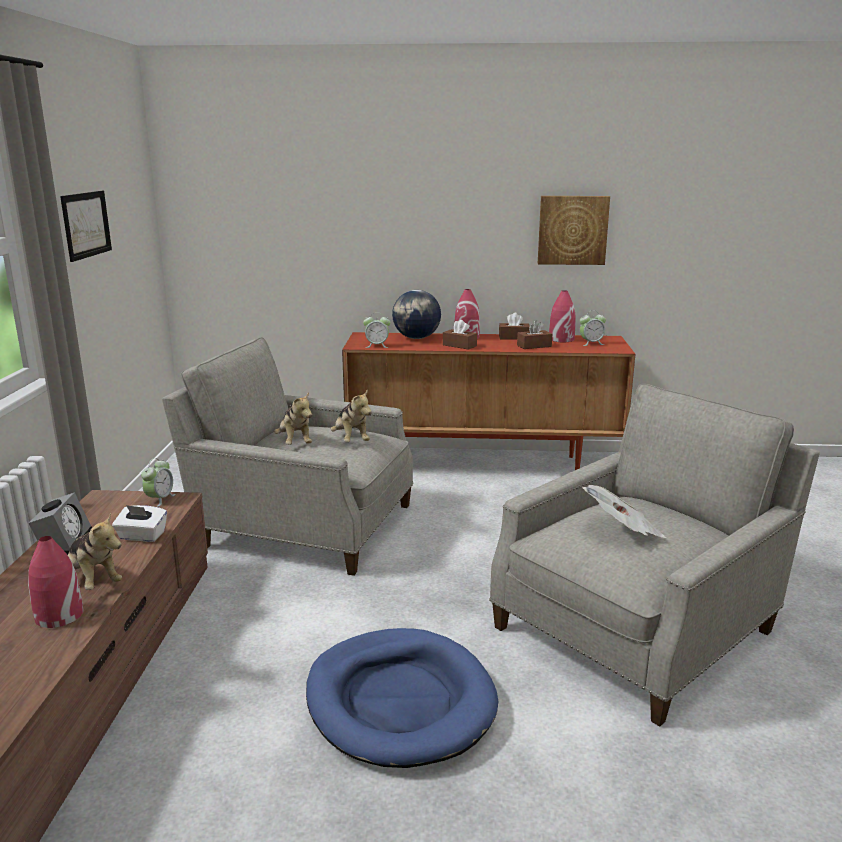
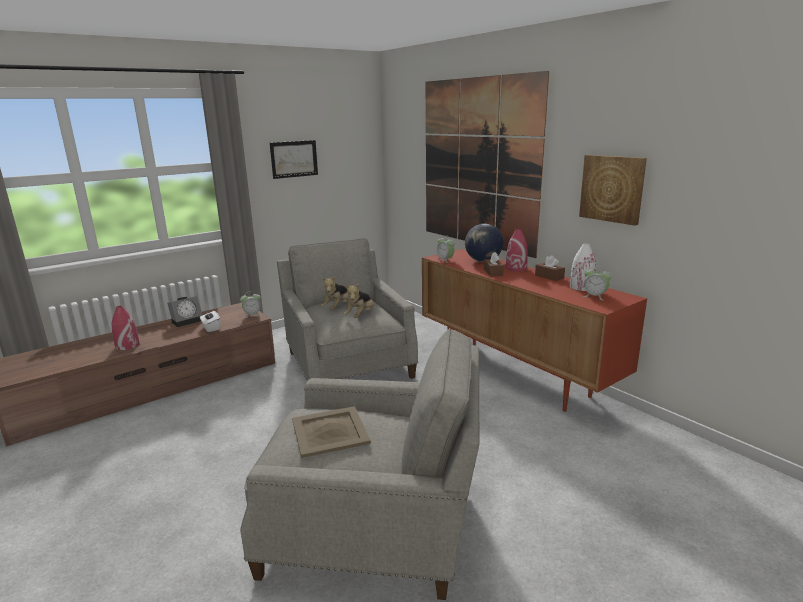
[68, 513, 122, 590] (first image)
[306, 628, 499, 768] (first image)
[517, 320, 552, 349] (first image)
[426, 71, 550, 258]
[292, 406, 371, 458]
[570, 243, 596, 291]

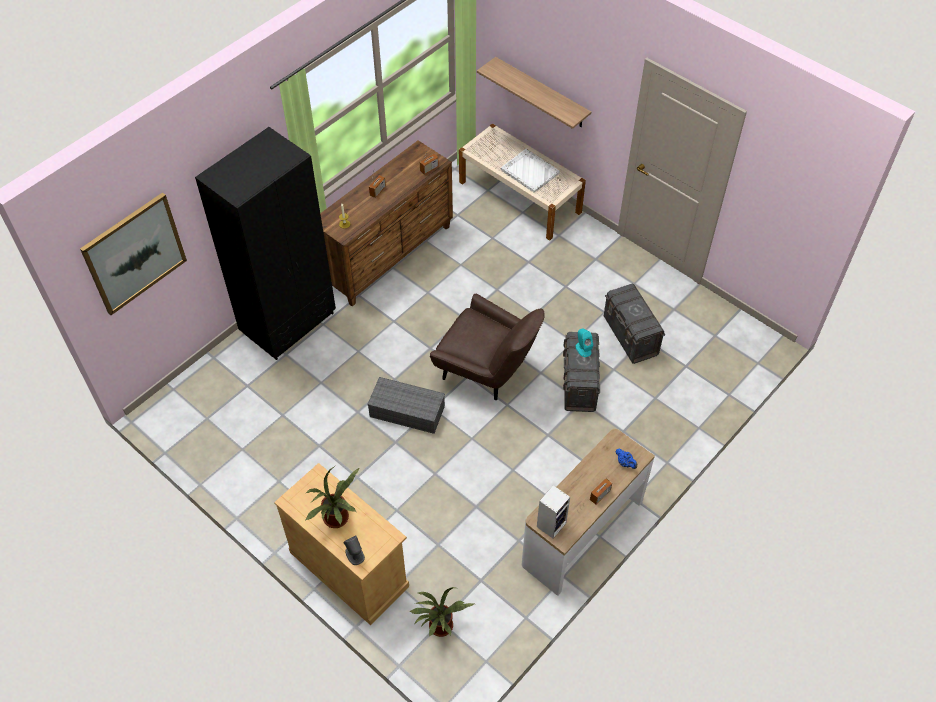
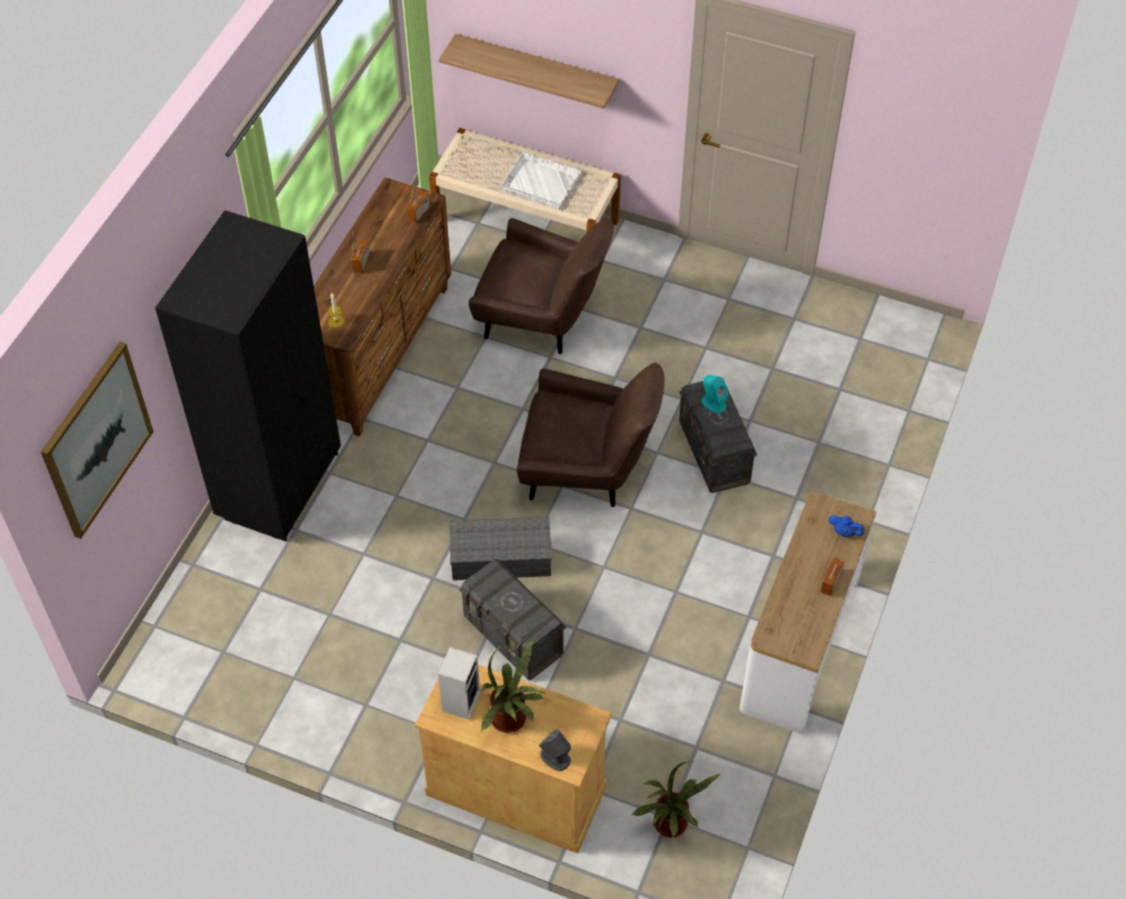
[469, 218, 614, 354]
[438, 647, 480, 720]
[459, 559, 566, 680]

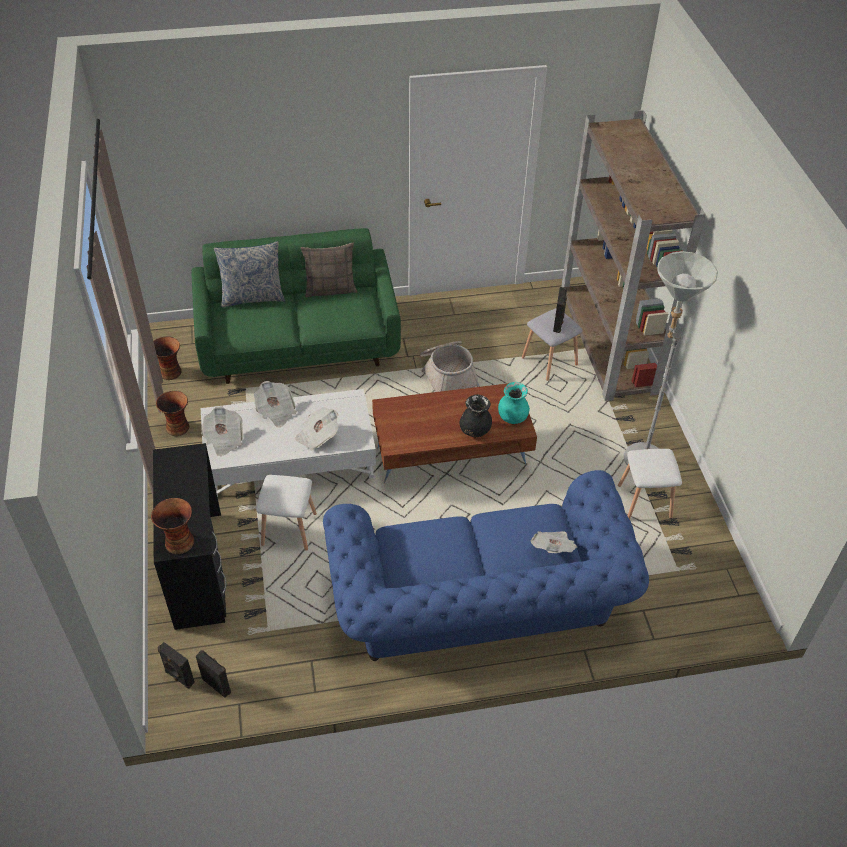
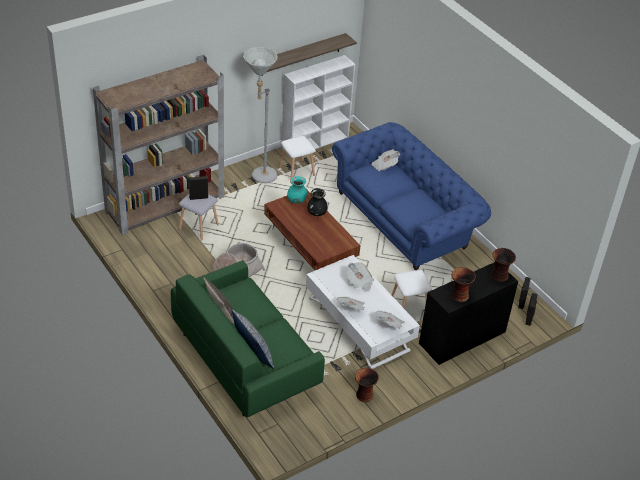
[262, 33, 357, 76]
[281, 55, 356, 158]
[451, 267, 476, 302]

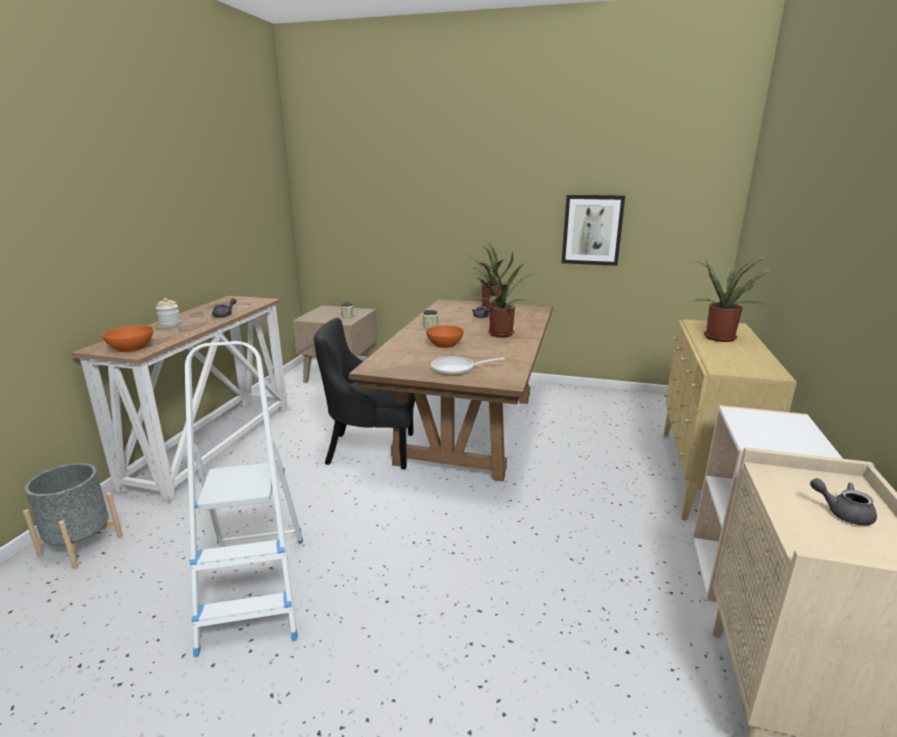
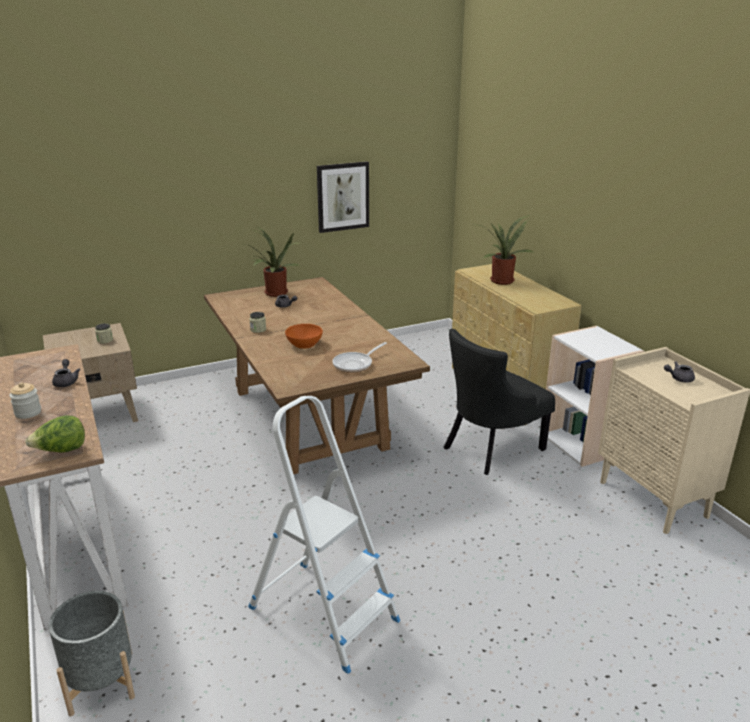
[473, 260, 538, 337] (first image)
[444, 329, 555, 475]
[25, 415, 85, 453]

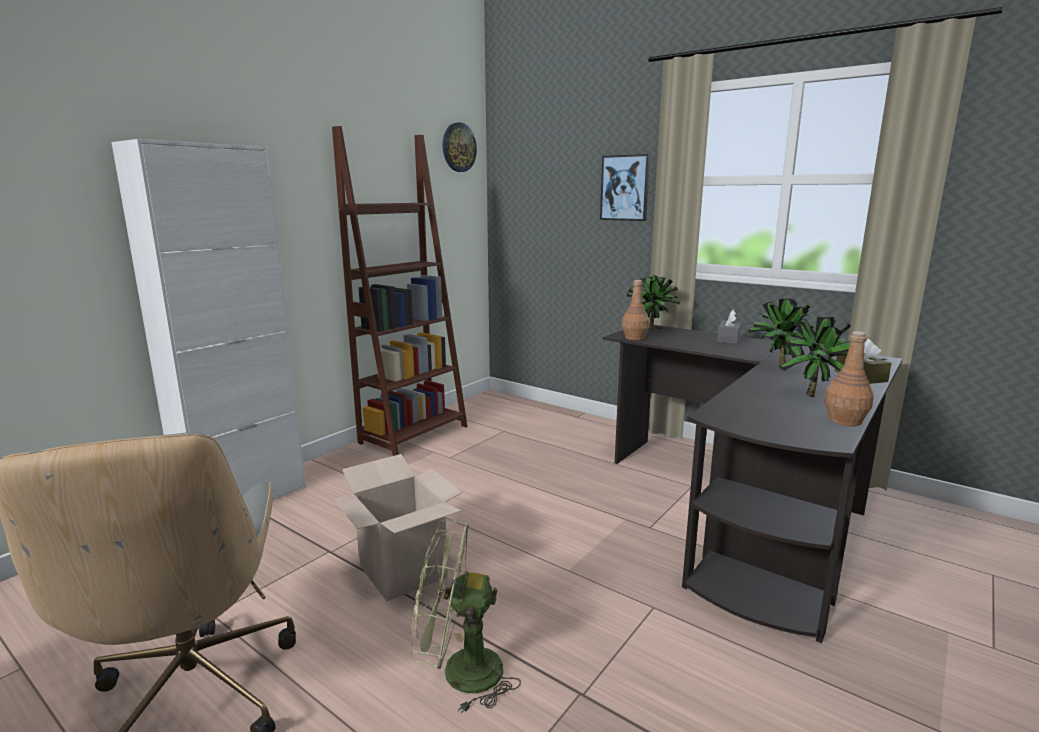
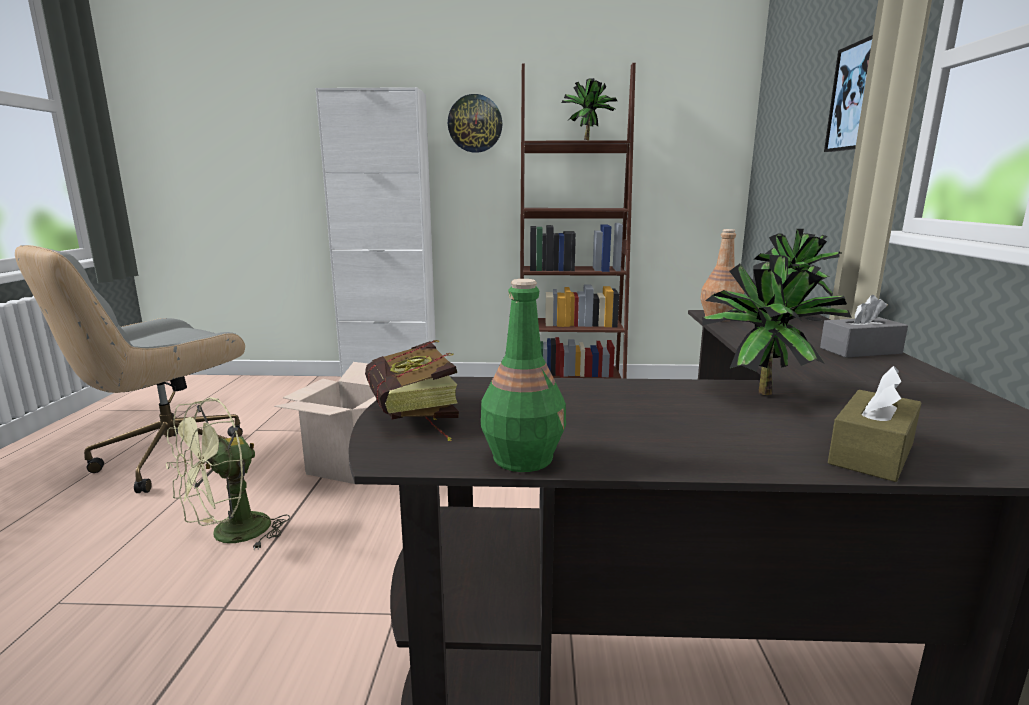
[365, 340, 459, 442]
[448, 94, 502, 153]
[562, 78, 617, 140]
[481, 279, 566, 472]
[166, 397, 290, 550]

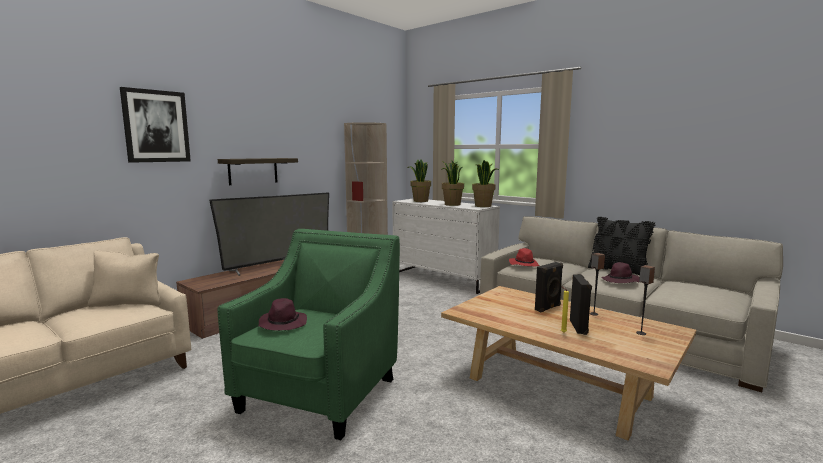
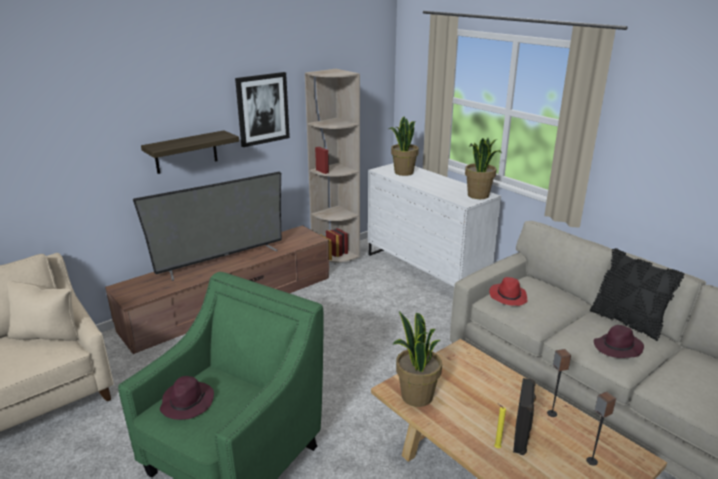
[535, 262, 563, 312] (first image)
[235, 72, 290, 147]
[392, 311, 442, 407]

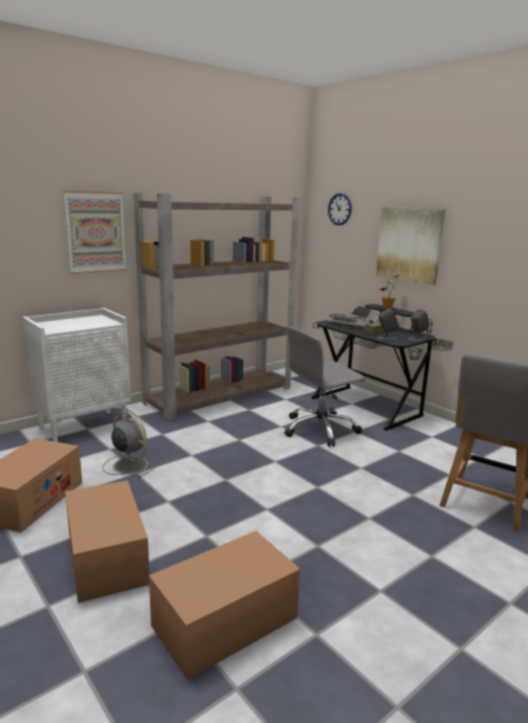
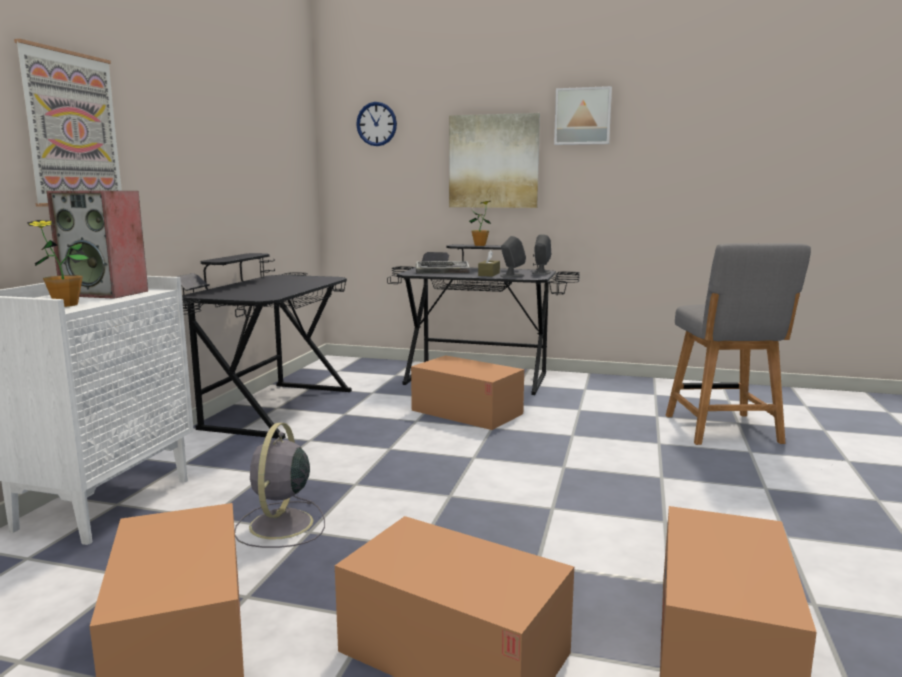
[27, 220, 89, 307]
[47, 191, 148, 299]
[554, 86, 612, 145]
[175, 253, 352, 439]
[411, 355, 524, 430]
[235, 423, 325, 548]

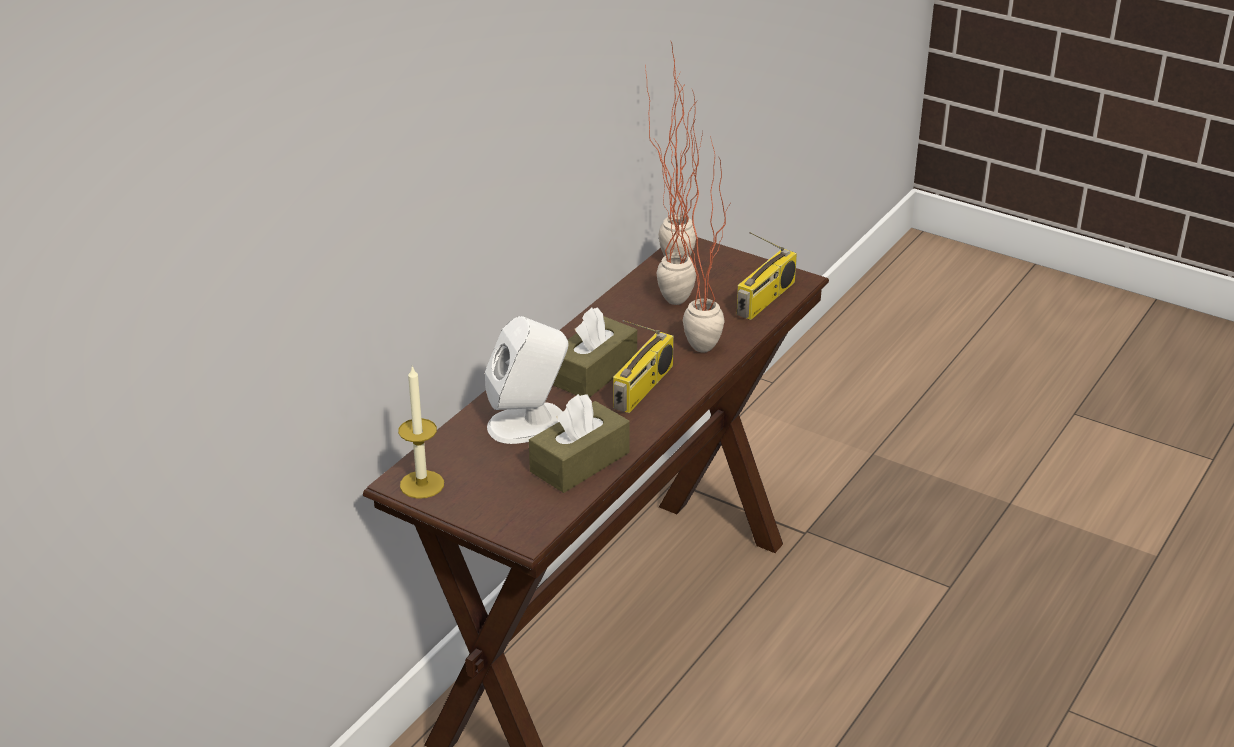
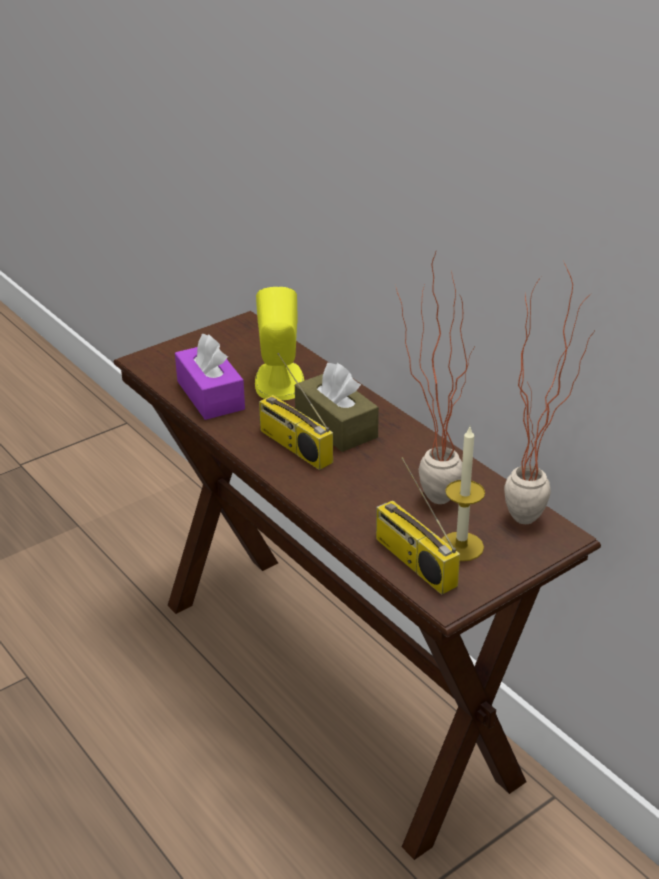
[659, 121, 730, 352] (first image)
[442, 427, 485, 561]
[255, 287, 304, 401]
[175, 334, 245, 420]

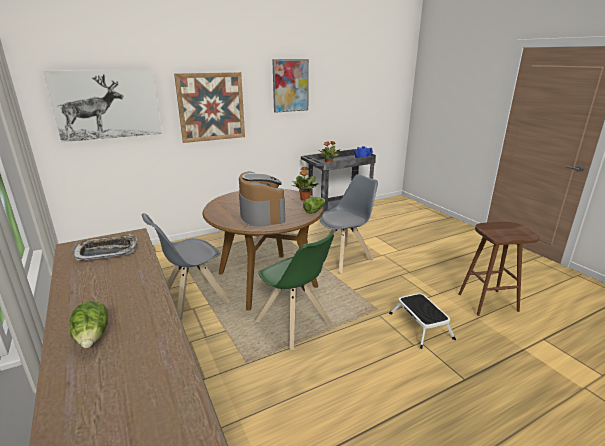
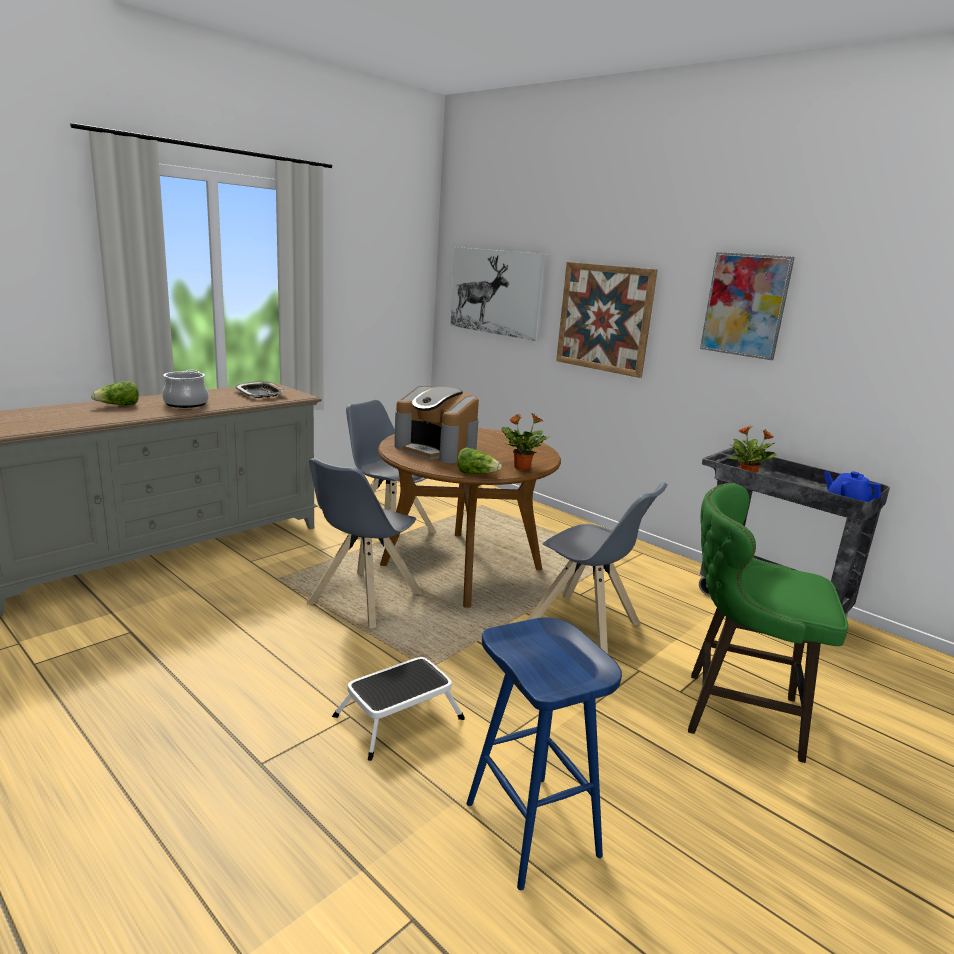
[162, 370, 209, 408]
[688, 483, 848, 763]
[307, 458, 422, 628]
[467, 617, 622, 890]
[394, 386, 479, 463]

